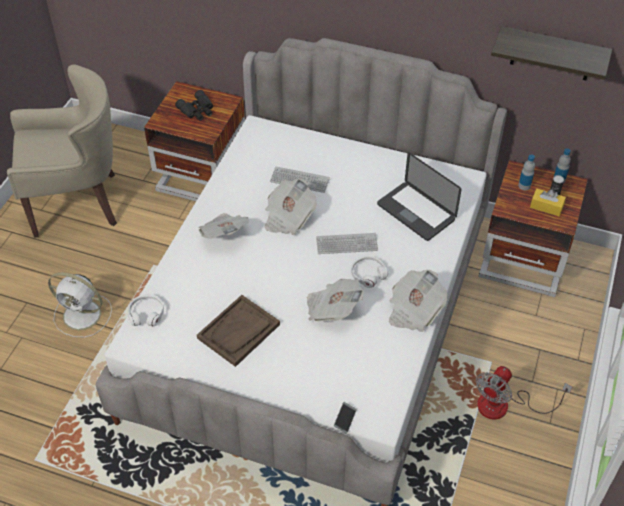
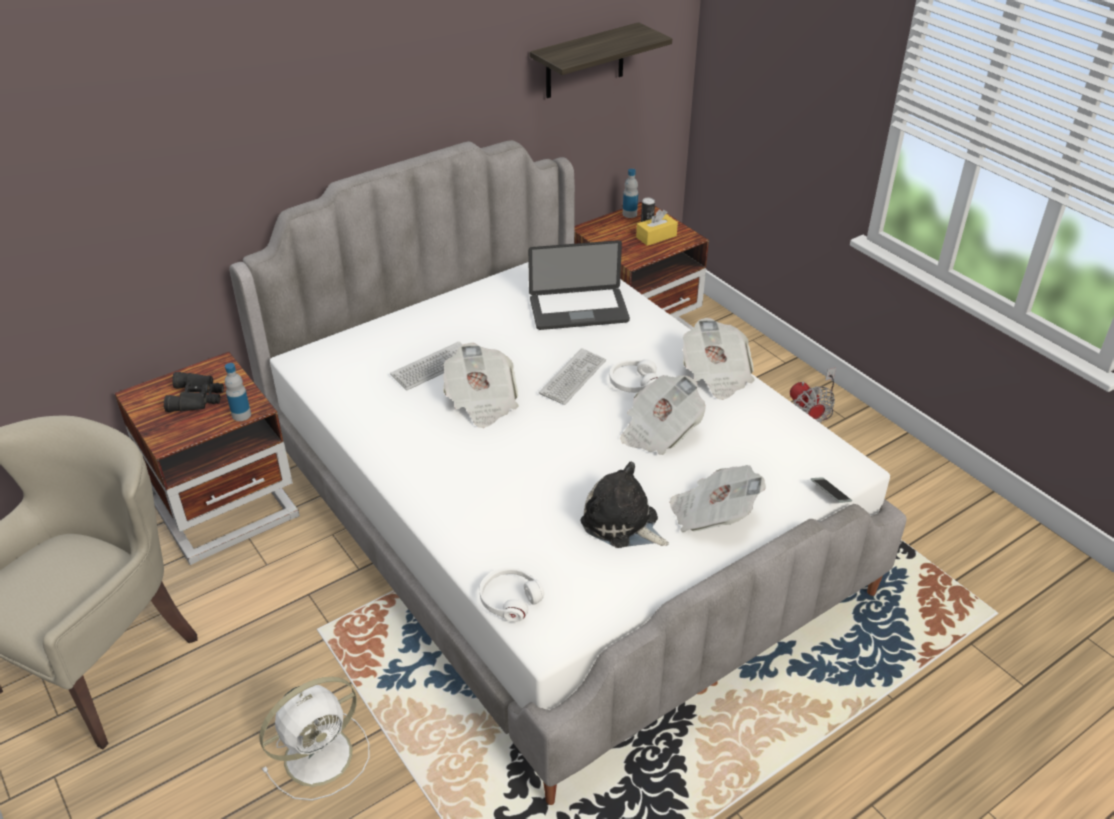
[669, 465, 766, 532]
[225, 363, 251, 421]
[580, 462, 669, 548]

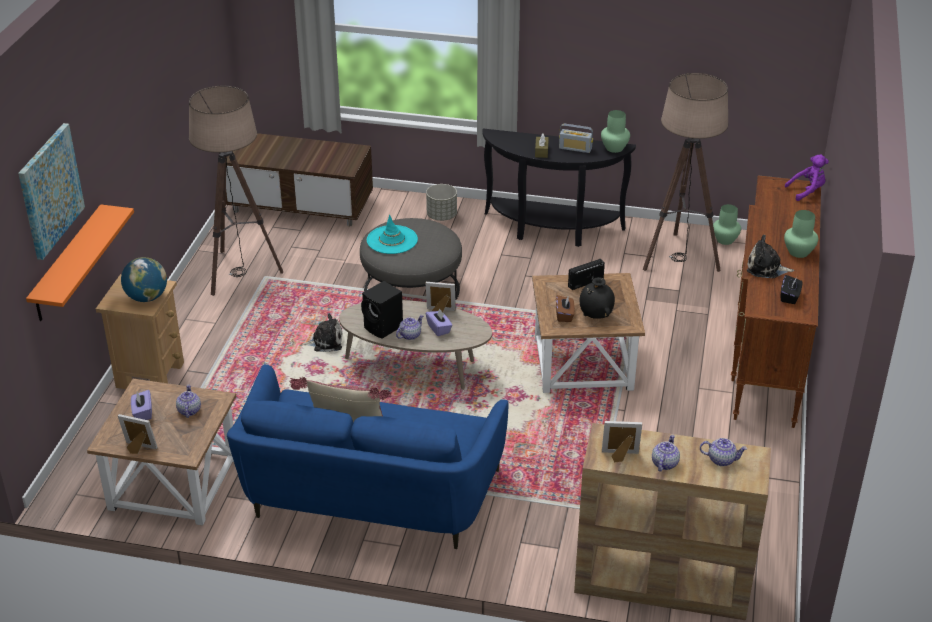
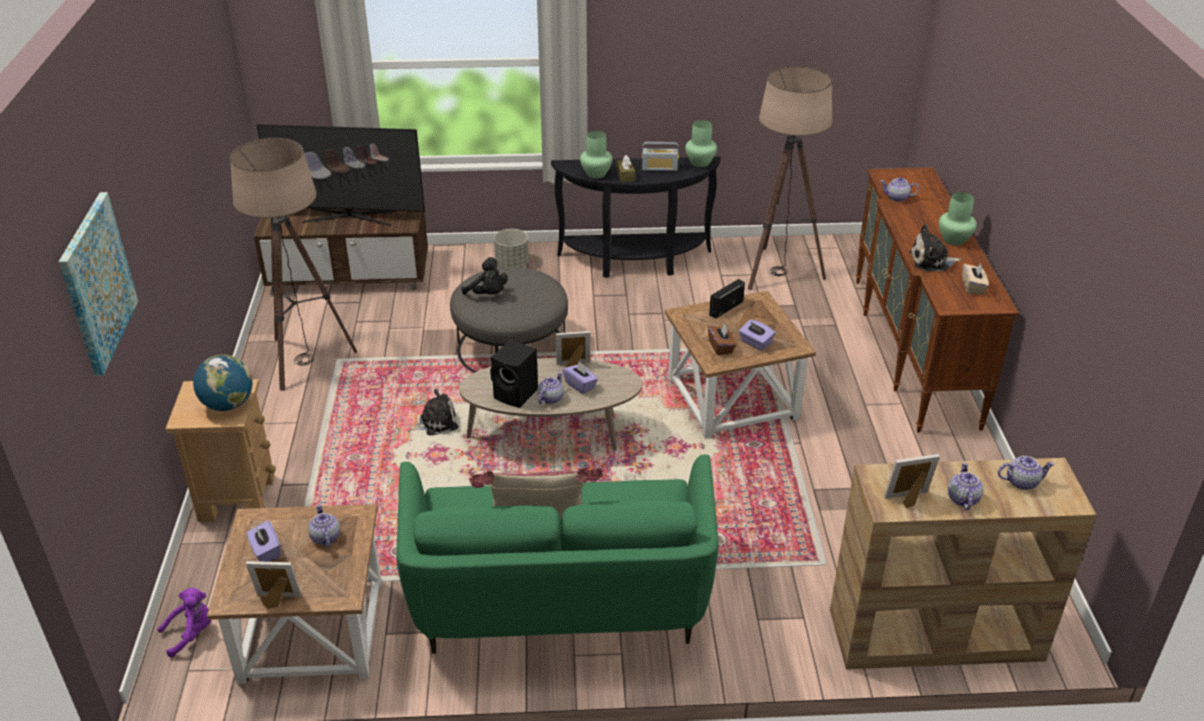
[26, 204, 134, 321] (first image)
[257, 124, 425, 226]
[880, 177, 919, 202]
[580, 131, 613, 178]
[157, 588, 212, 657]
[461, 257, 508, 295]
[739, 320, 775, 351]
[396, 454, 718, 654]
[962, 263, 989, 294]

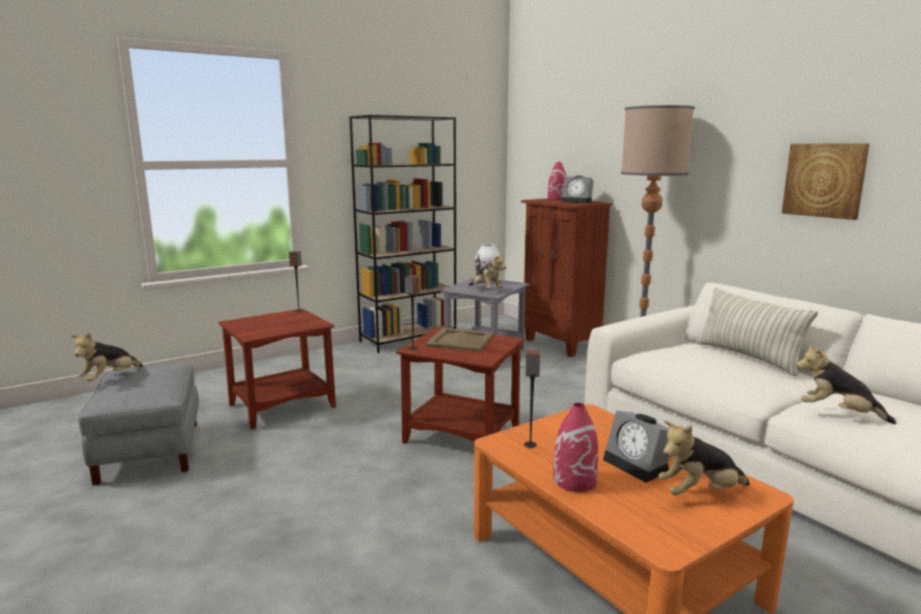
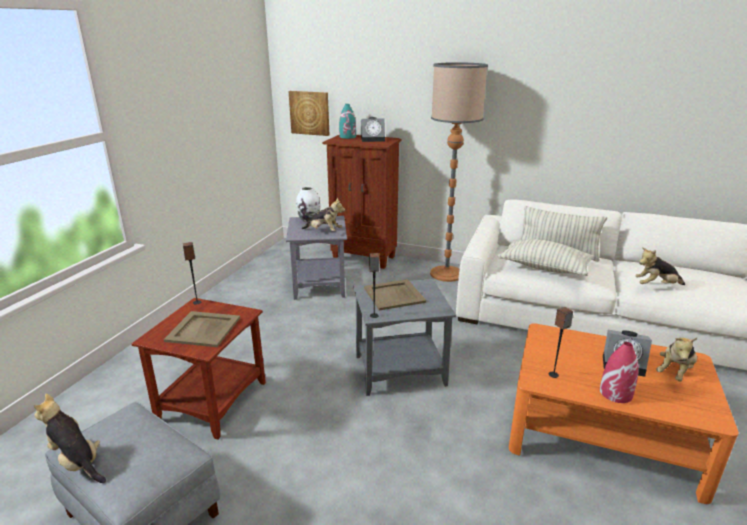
[349, 115, 456, 353] (first image)
[164, 311, 240, 347]
[498, 239, 595, 276]
[288, 91, 329, 136]
[353, 279, 456, 396]
[339, 104, 356, 139]
[34, 394, 106, 483]

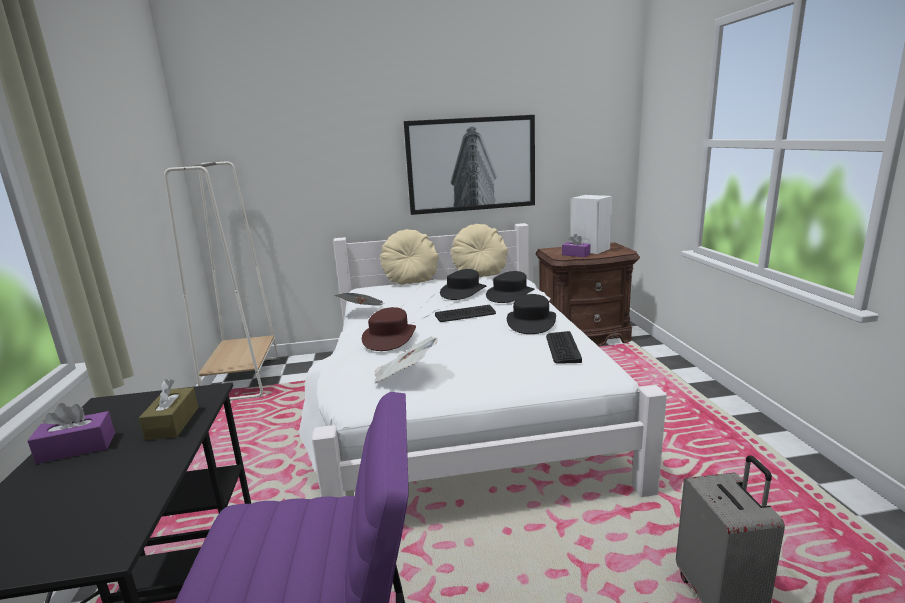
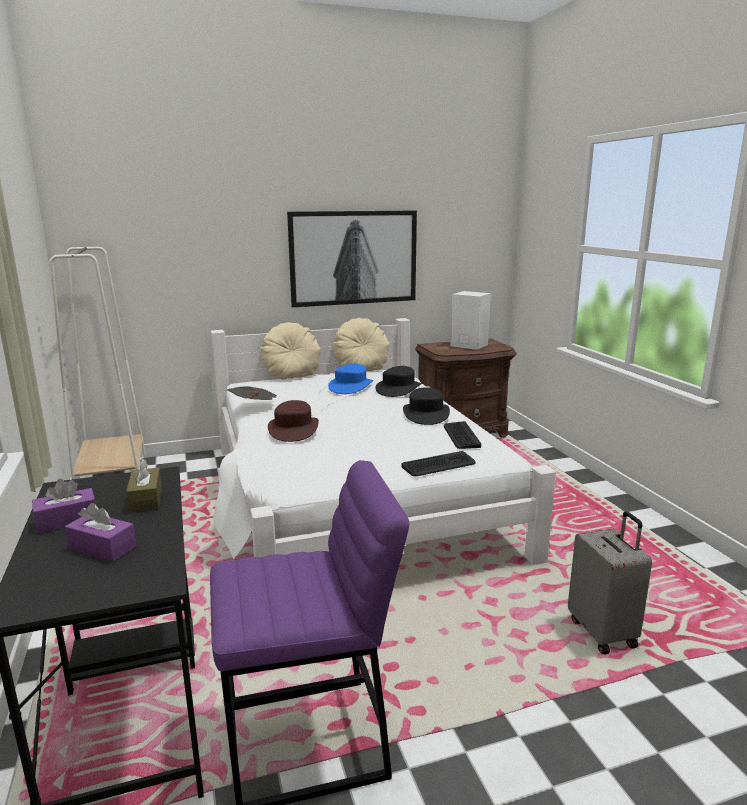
[375, 336, 438, 383] (first image)
[401, 451, 476, 476]
[65, 503, 137, 562]
[328, 363, 373, 394]

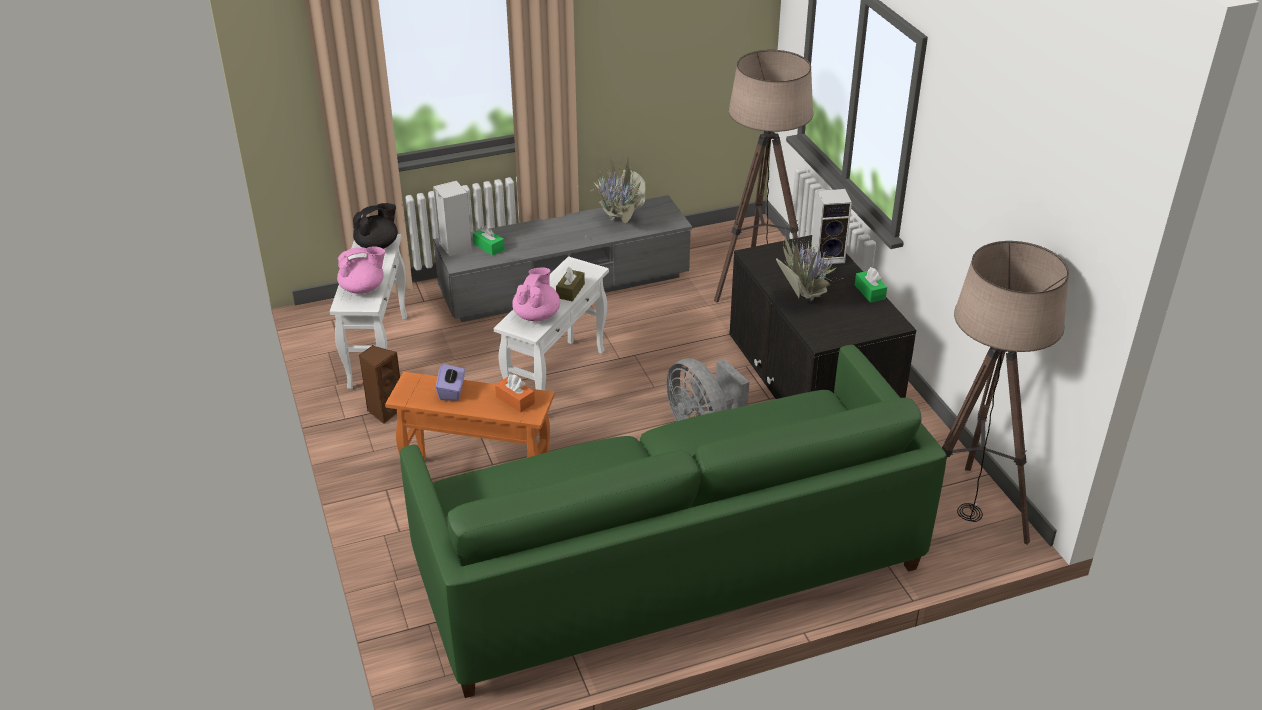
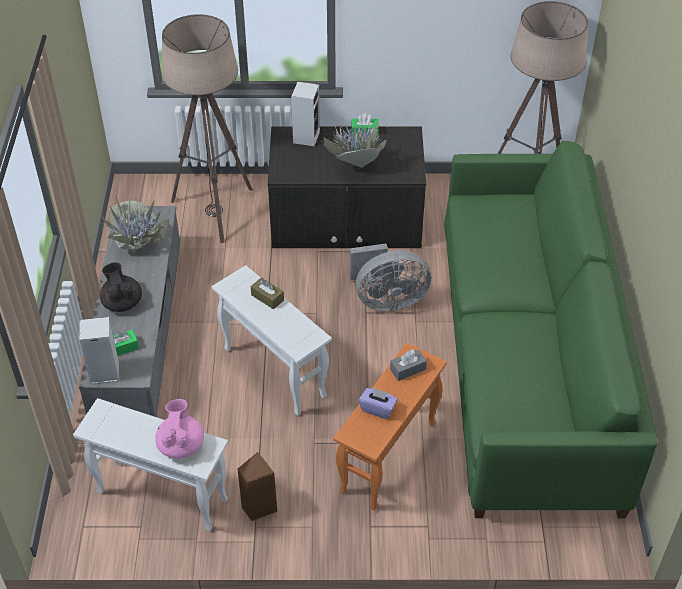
[512, 268, 560, 321] (first image)
[100, 262, 142, 312]
[390, 350, 427, 381]

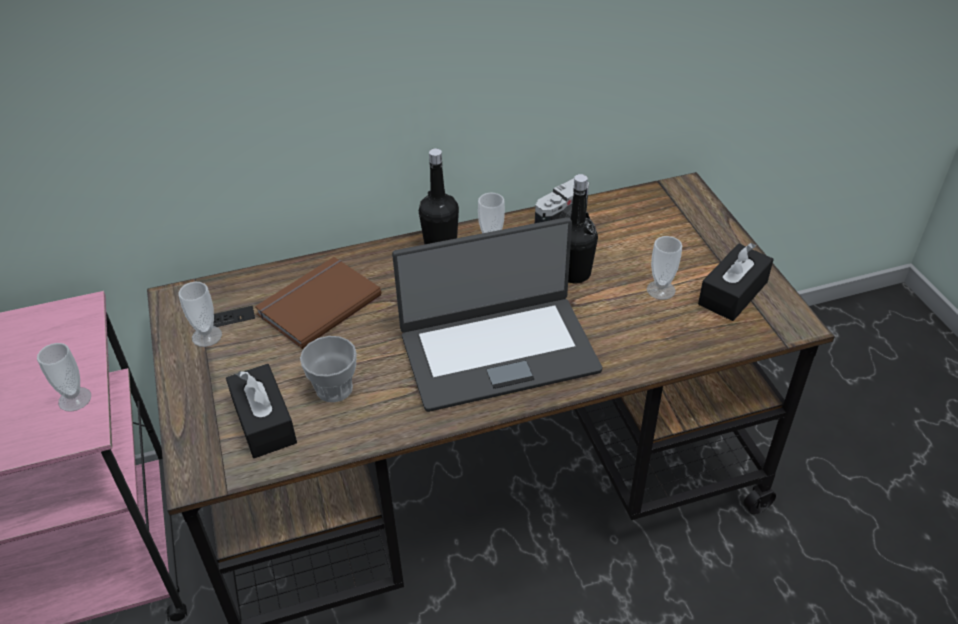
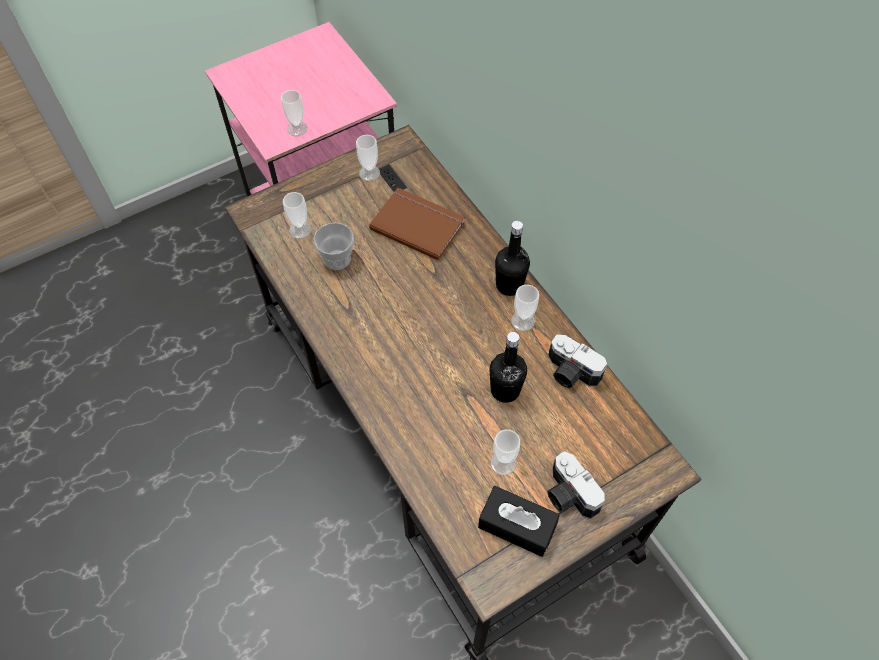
[392, 217, 602, 412] (first image)
[547, 451, 605, 519]
[283, 192, 311, 239]

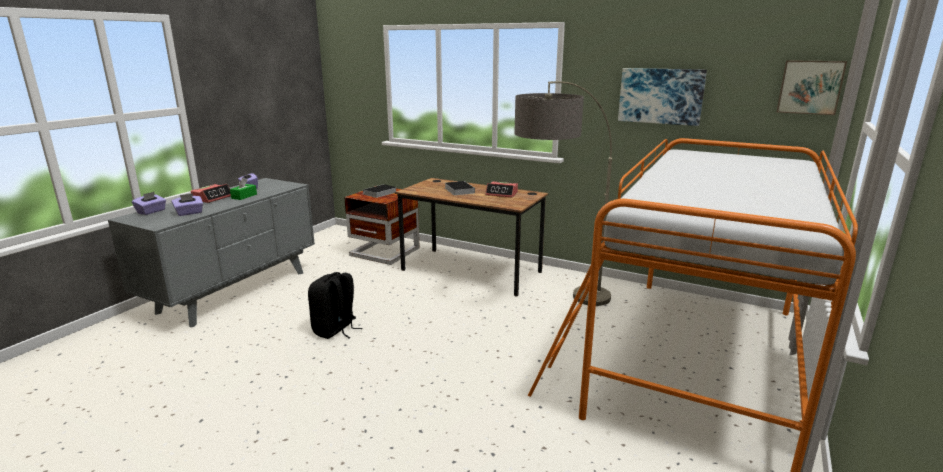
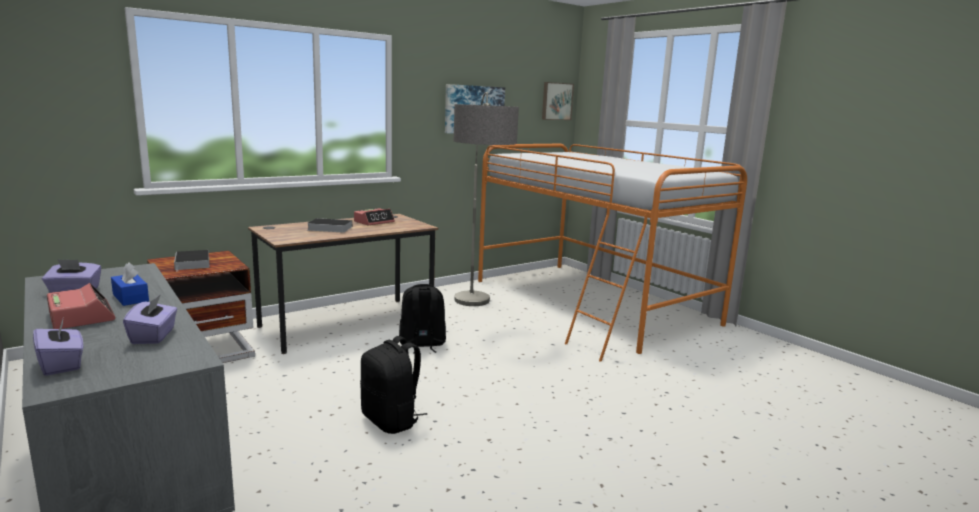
[399, 284, 446, 354]
[111, 262, 149, 306]

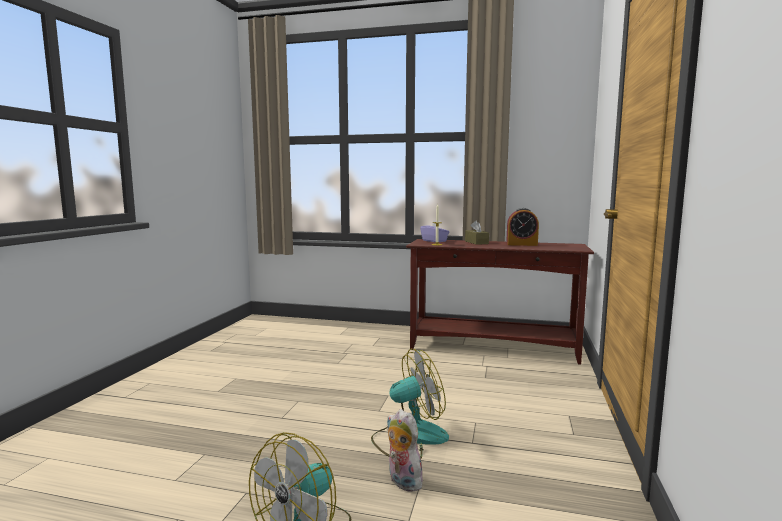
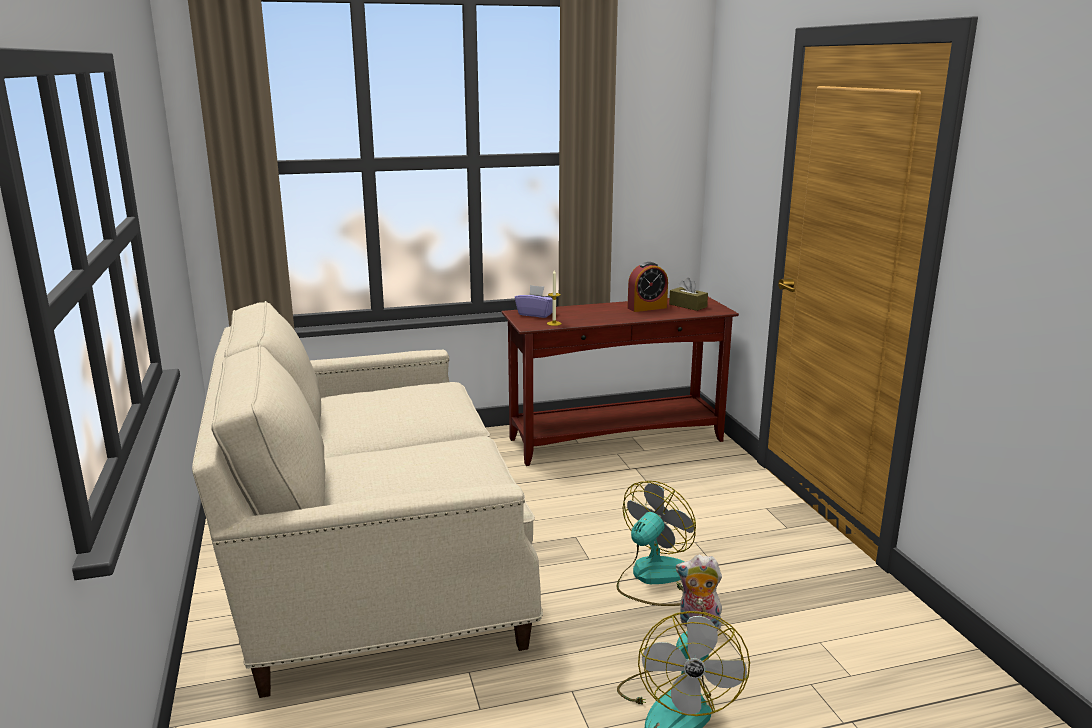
[192, 301, 543, 698]
[669, 278, 708, 311]

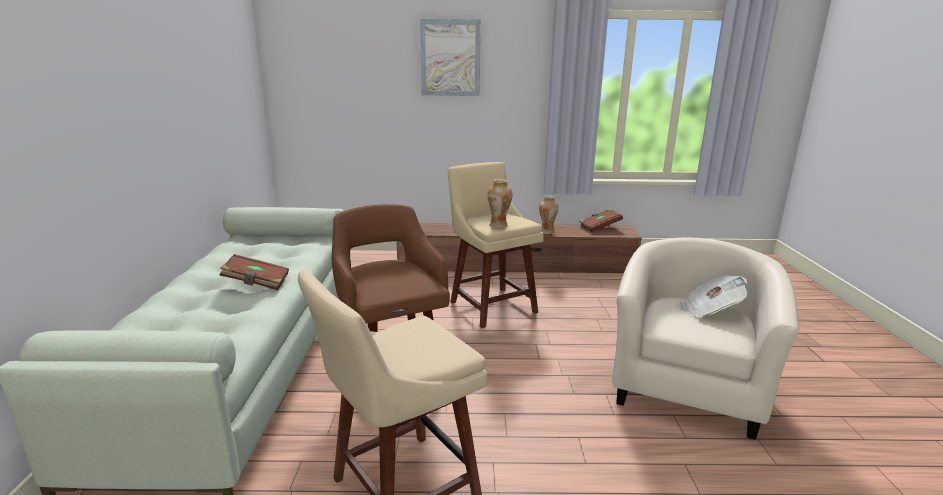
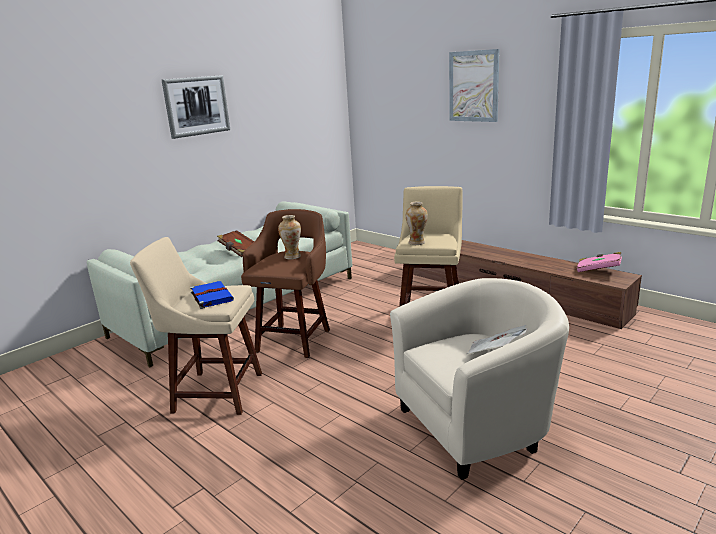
[162, 75, 230, 139]
[190, 281, 234, 309]
[278, 215, 301, 260]
[577, 252, 622, 272]

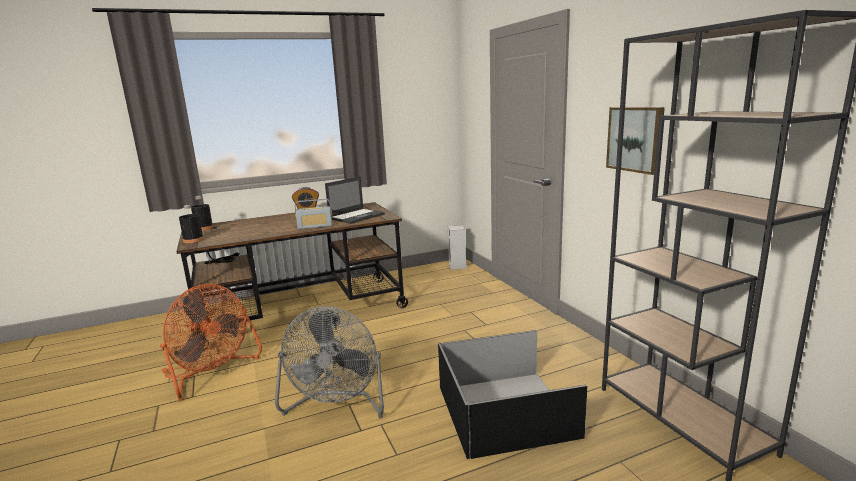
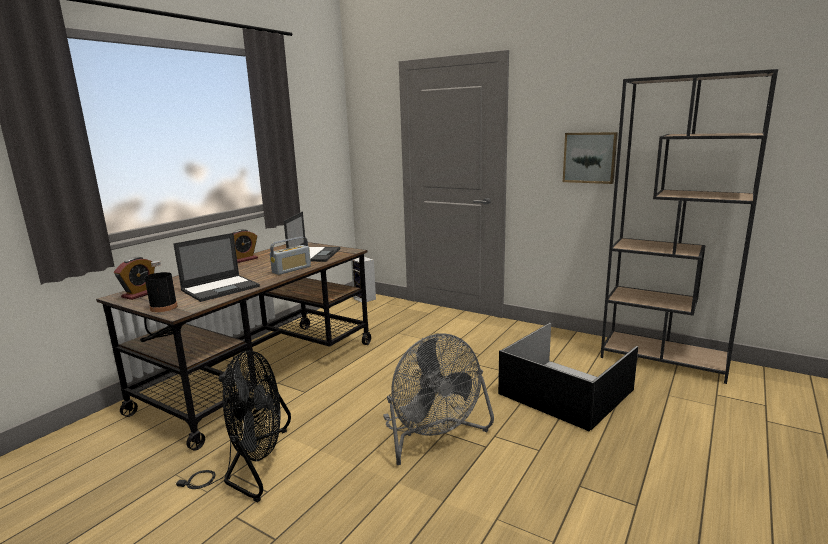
[173, 233, 260, 302]
[114, 257, 155, 300]
[176, 350, 291, 503]

